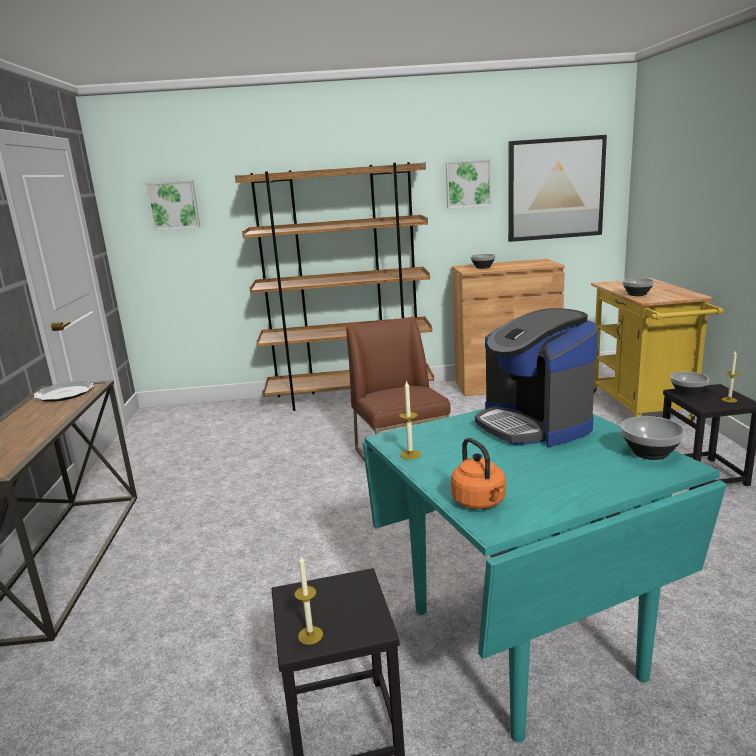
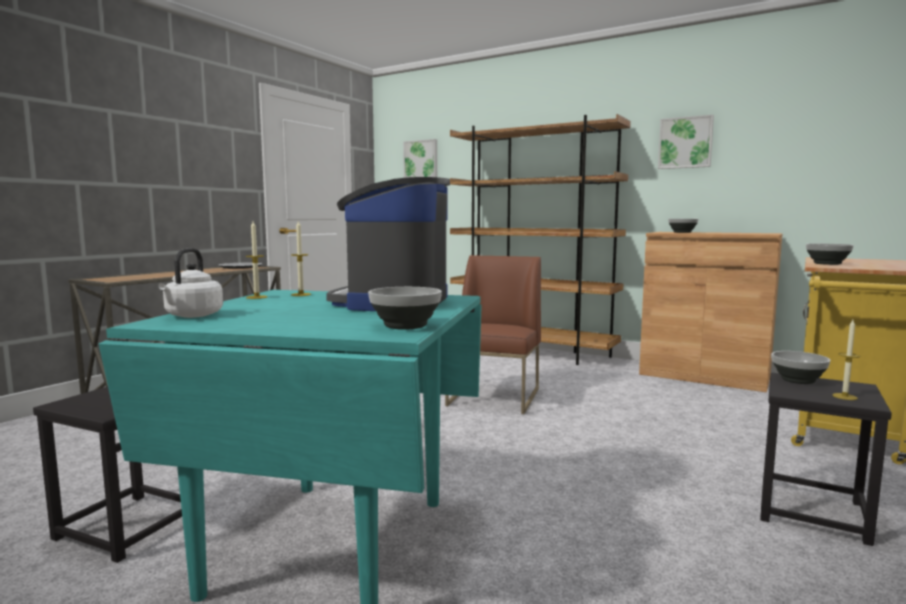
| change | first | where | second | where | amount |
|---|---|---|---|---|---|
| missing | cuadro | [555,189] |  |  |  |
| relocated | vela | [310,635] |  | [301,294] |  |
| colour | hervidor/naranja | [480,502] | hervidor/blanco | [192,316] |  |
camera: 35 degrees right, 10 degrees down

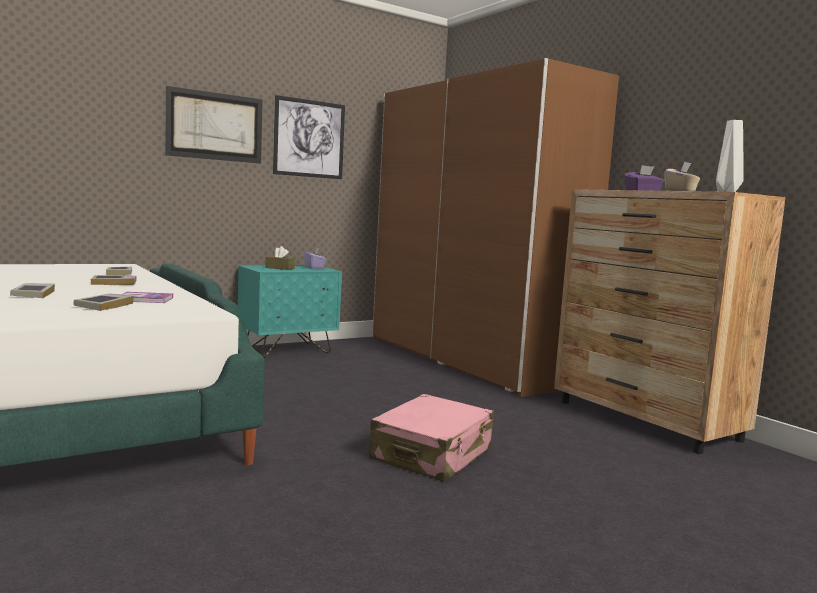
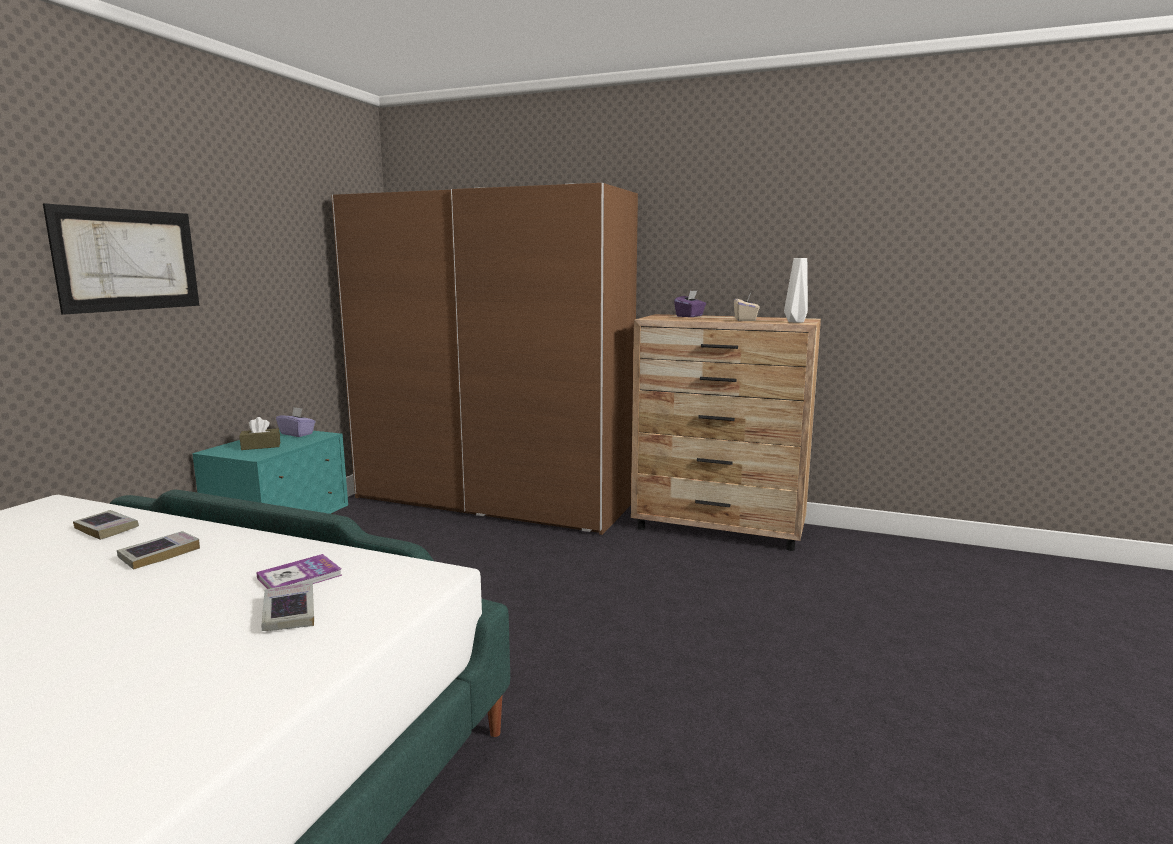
| change | first | where | second | where | amount |
|---|---|---|---|---|---|
| missing | libro | [33,294] |  |  |  |
| missing | cuadro | [309,138] |  |  |  |
| missing | maleta/rosa | [432,455] |  |  |  |
camera: 35 degrees left, 5 degrees up

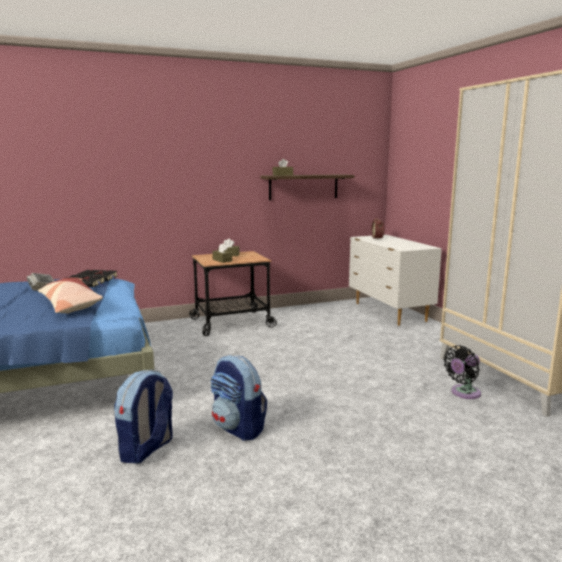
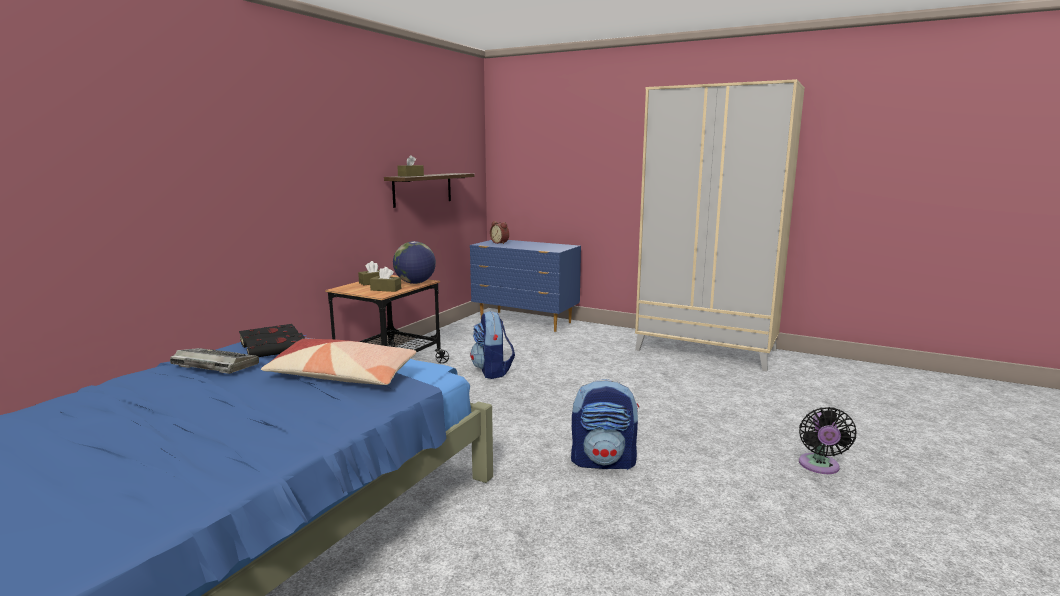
| change | first | where | second | where | amount |
|---|---|---|---|---|---|
| appeared |  |  | globo terráqueo | [415,283] |  |
| relocated | mochila | [147,449] |  | [492,371] |  |
| relocated | ventilador/negro | [463,393] |  | [819,467] |  |
| colour | cómoda/blanco | [389,312] | cómoda/azul | [525,322] |  |
camera: 40 degrees left, 0 degrees up

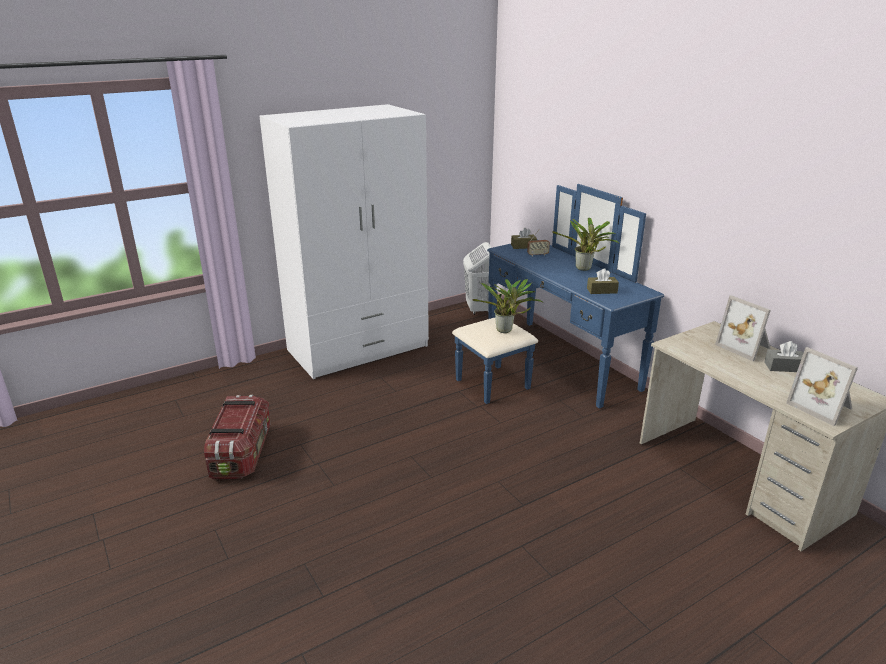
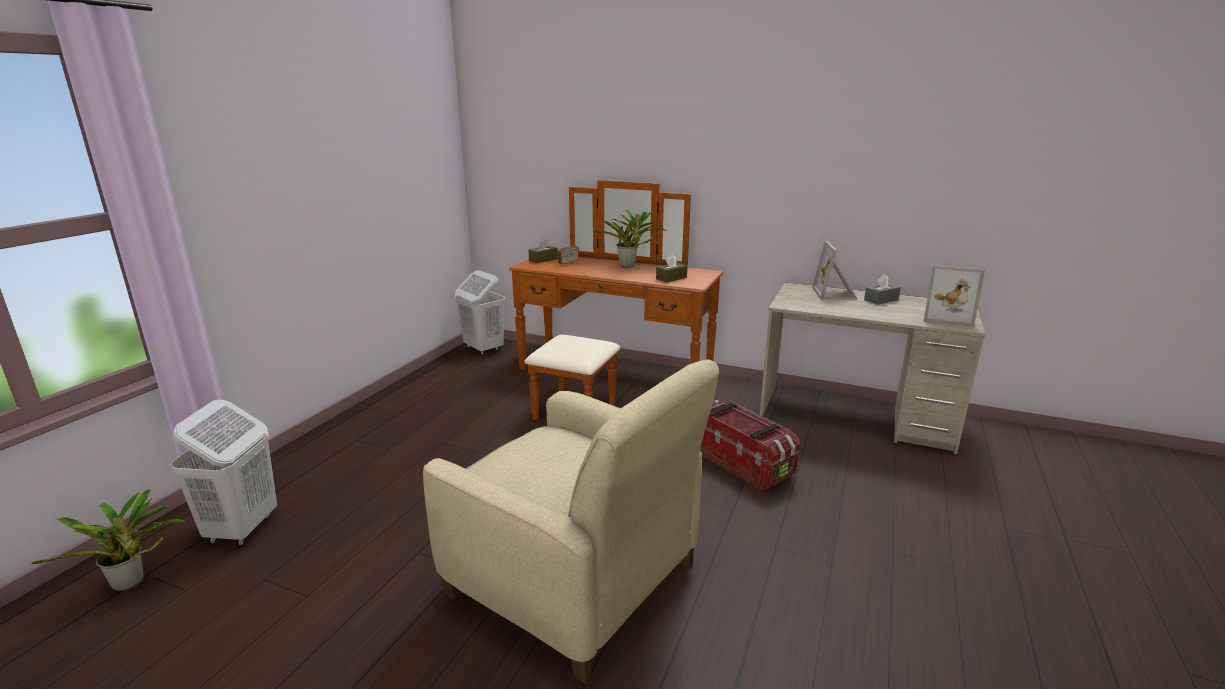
| change | first | where | second | where | amount |
|---|---|---|---|---|---|
| missing | armario ropero/blanco | [359,348] |  |  |  |
| appeared |  |  | cesto de la ropa/blanco | [241,529] |  |
| appeared |  |  | sillón/beis | [575,580] |  |
| relocated | caja de almacenaje | [242,452] |  | [741,462] |  |
| relocated | planta en maceta | [506,331] |  | [132,583] |  |
| colour | cómoda/azul | [546,366] | cómoda/marrón | [607,380] |  |
| spun | portarretratos | [745,347] |  | [835,294] | 75 degrees clockwise |
camera: 35 degrees left, 5 degrees down

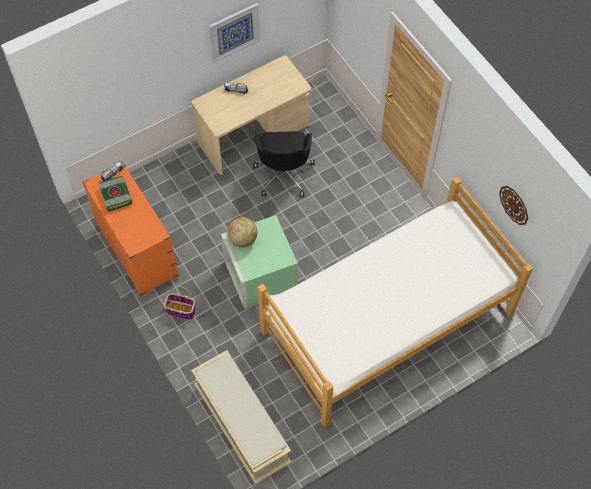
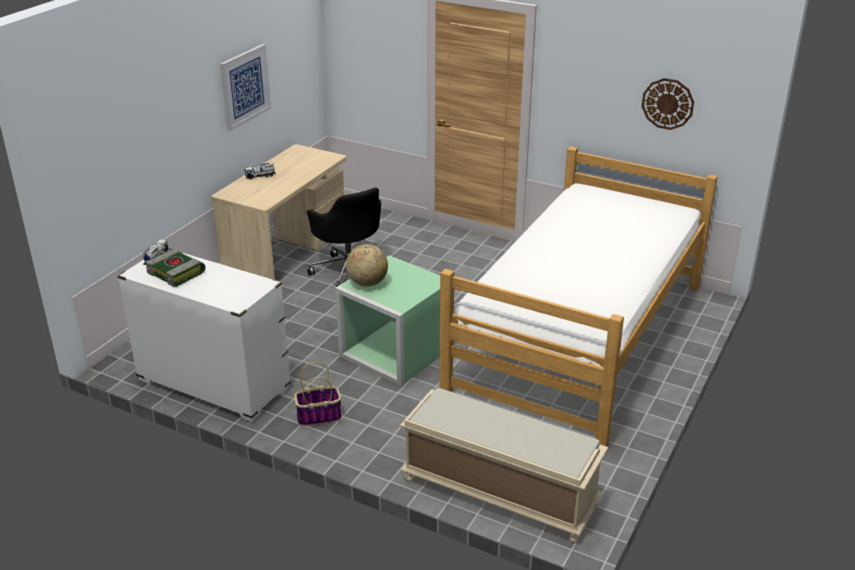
| change | first | where | second | where | amount |
|---|---|---|---|---|---|
| colour | cómoda/naranja | [137,251] | cómoda/blanco | [213,385] |  |
camera: 30 degrees left, 30 degrees down

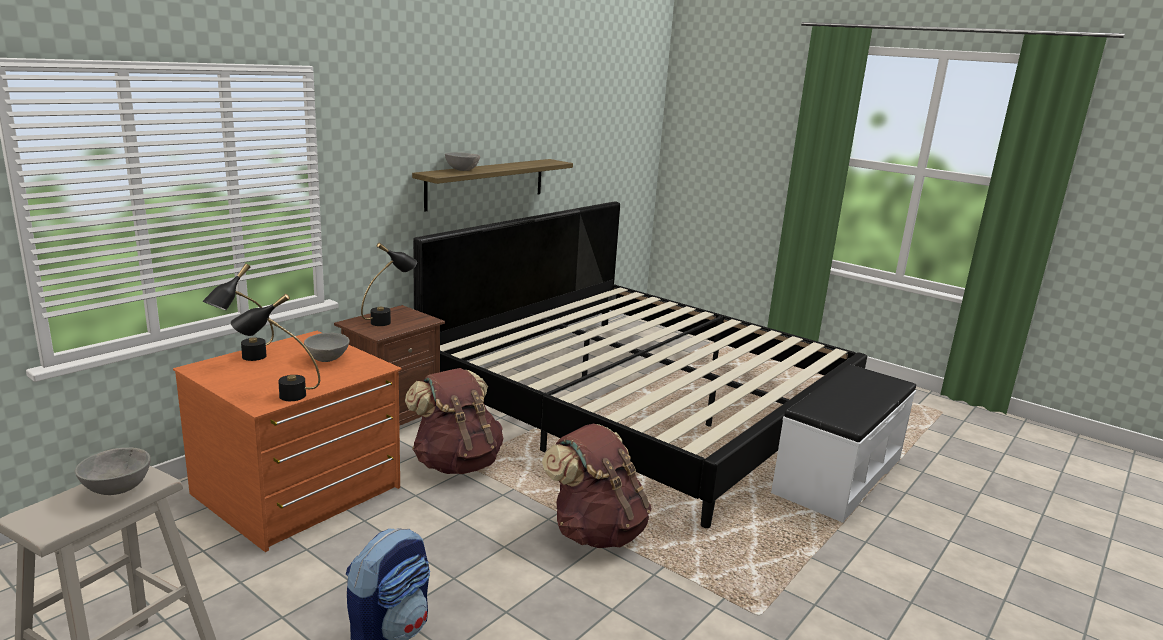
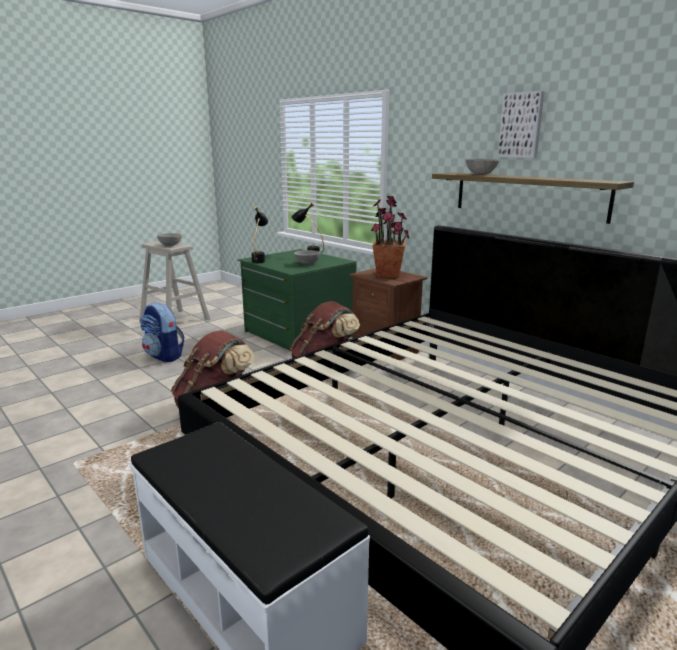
| change | first | where | second | where | amount |
|---|---|---|---|---|---|
| appeared |  |  | cuadro | [521,125] |  |
| exchanged | lámpara de mesa/negro | [389,321] | planta en maceta | [388,275] |  |
| colour | cómoda/naranja | [299,492] | cómoda/verde | [298,334] |  |
camera: 100 degrees right, 0 degrees up

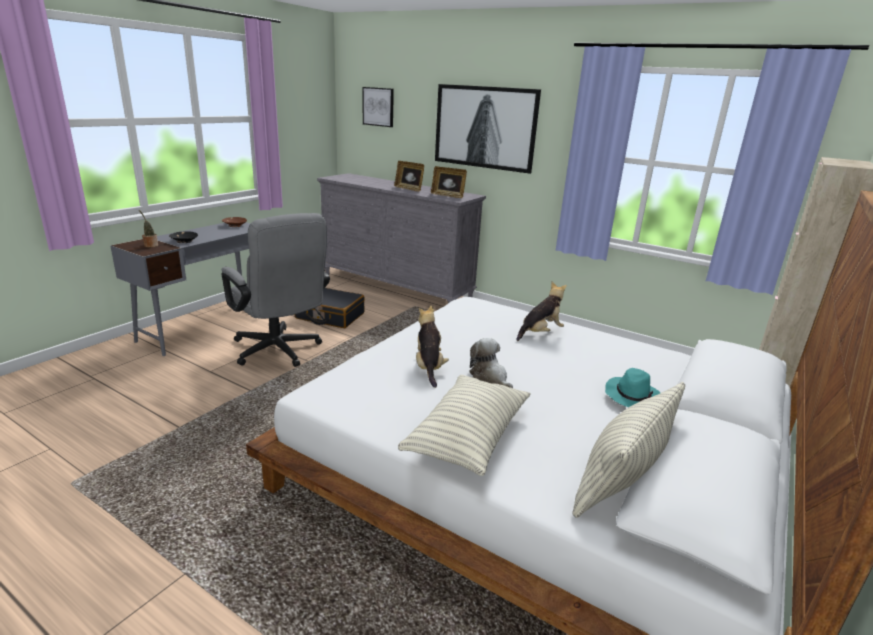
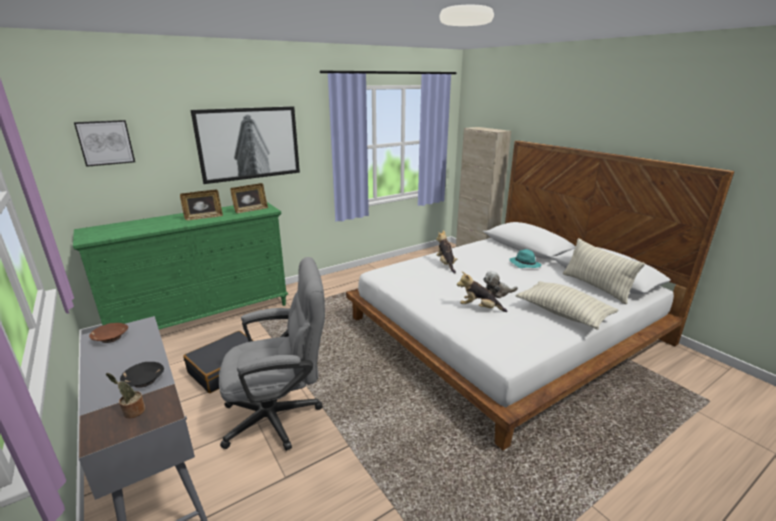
| change | first | where | second | where | amount |
|---|---|---|---|---|---|
| colour | cómoda/gris | [396,288] | cómoda/verde | [204,318] |  |
camera: 65 degrees left, 0 degrees up

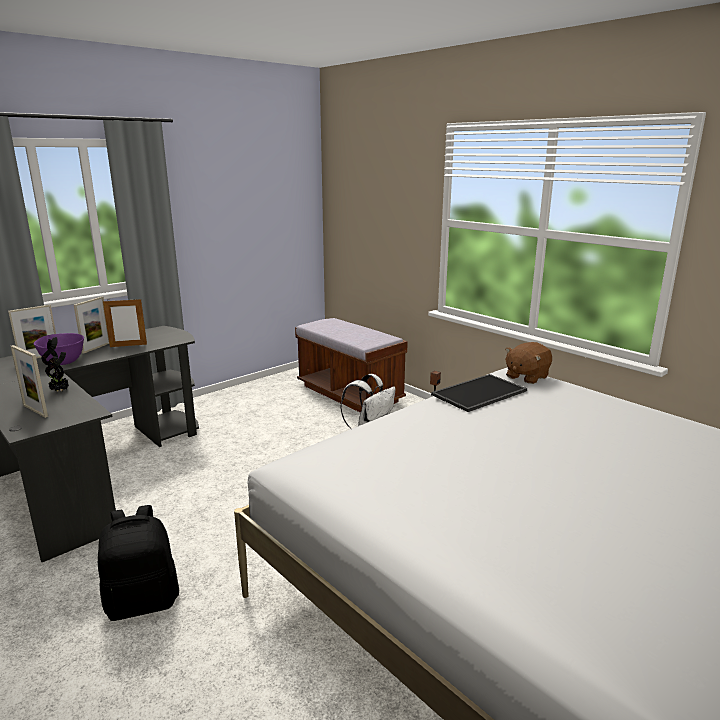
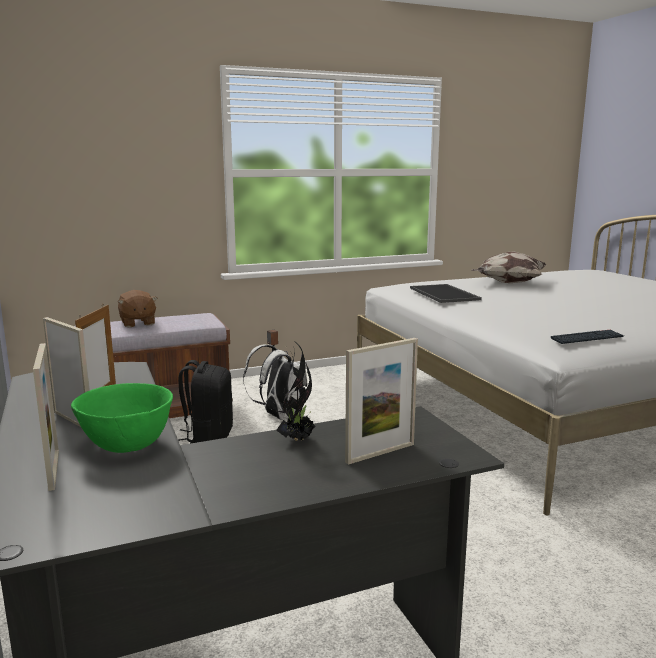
| change | first | where | second | where | amount |
|---|---|---|---|---|---|
| appeared |  |  | cojín | [508,283] |  |
| appeared |  |  | teclado | [587,338] |  |
| relocated | mochila/negro | [143,602] |  | [208,438] |  |
| relocated | peluche/marrón | [526,377] |  | [137,323] |  |
| colour | cuenco/morado | [63,362] | cuenco/verde | [126,445] |  |
camera: 70 degrees left, 5 degrees down

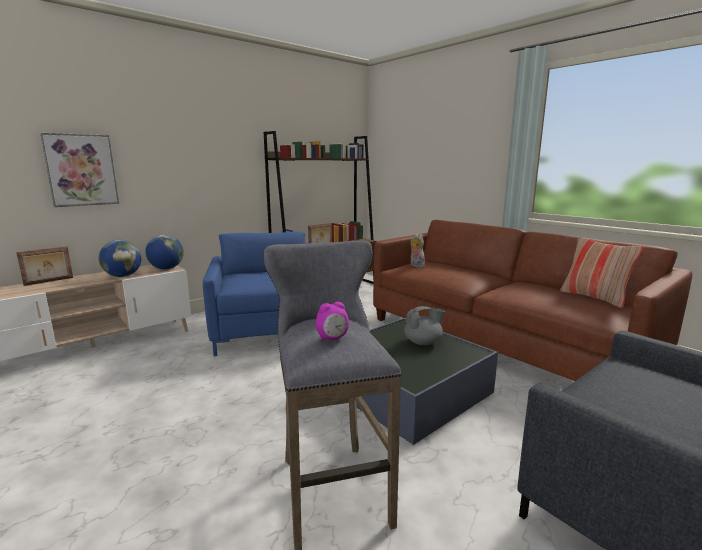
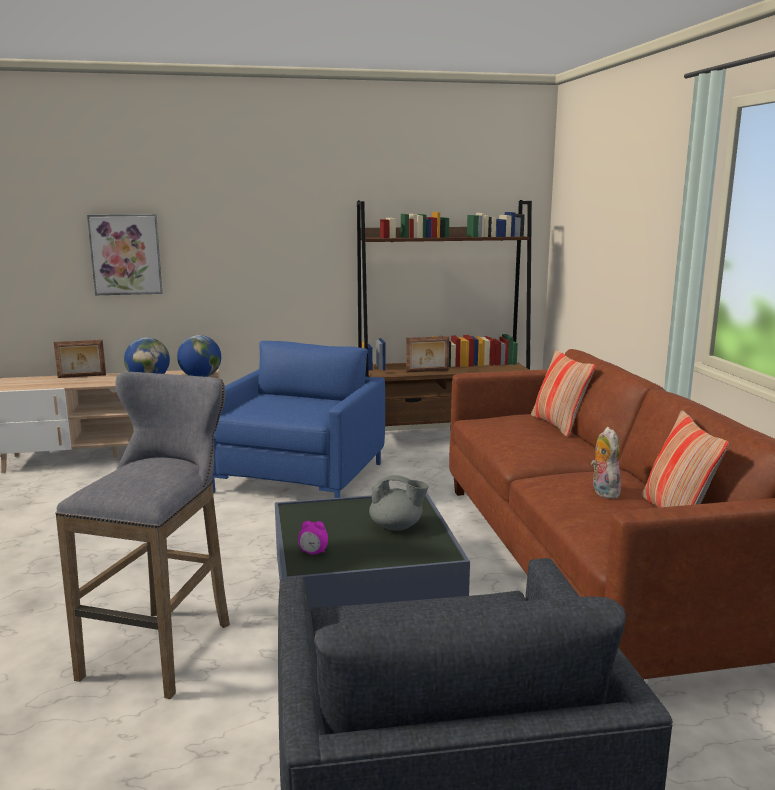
| change | first | where | second | where | amount |
|---|---|---|---|---|---|
| appeared |  |  | cojín | [558,425] |  |
| relocated | despertador | [332,338] |  | [313,553] |  |
| relocated | peluche | [416,265] |  | [603,492] |  |
camera: 30 degrees right, 0 degrees up

